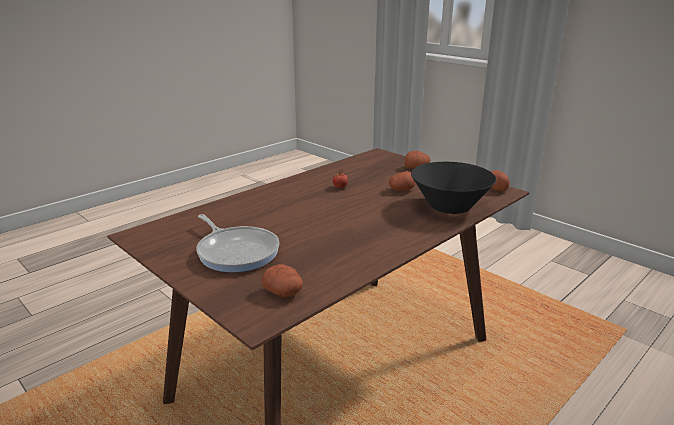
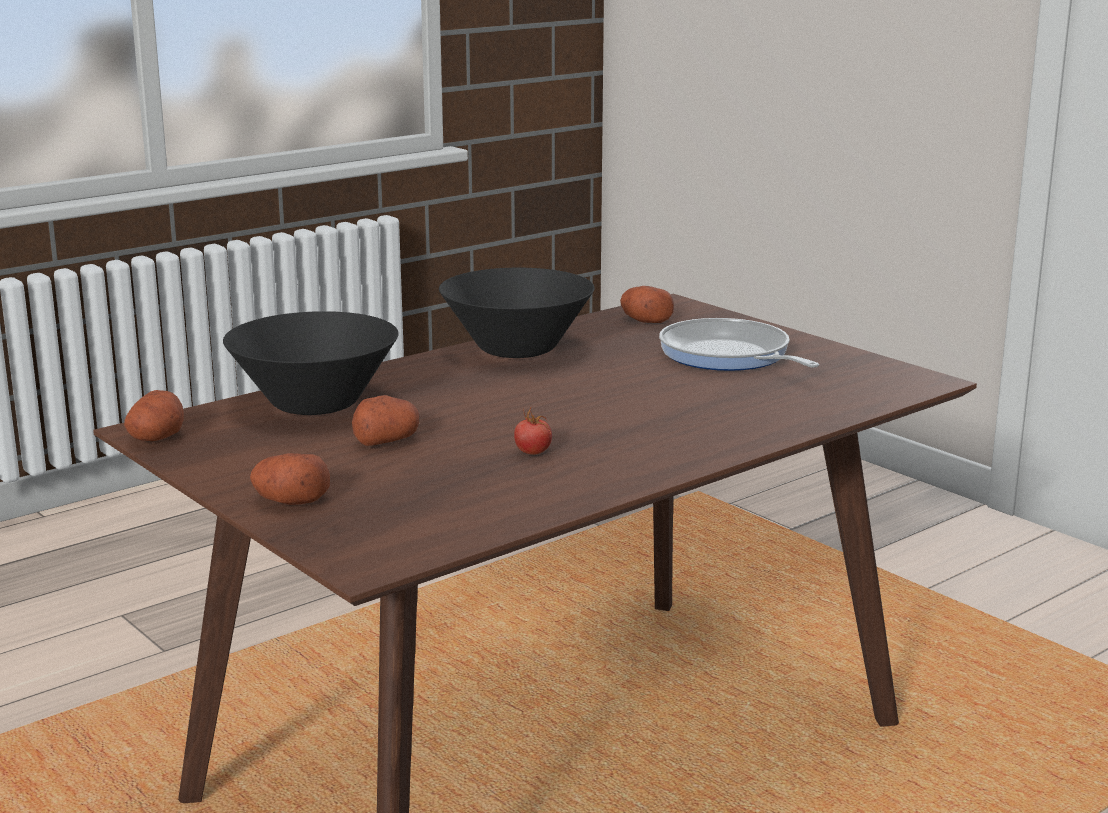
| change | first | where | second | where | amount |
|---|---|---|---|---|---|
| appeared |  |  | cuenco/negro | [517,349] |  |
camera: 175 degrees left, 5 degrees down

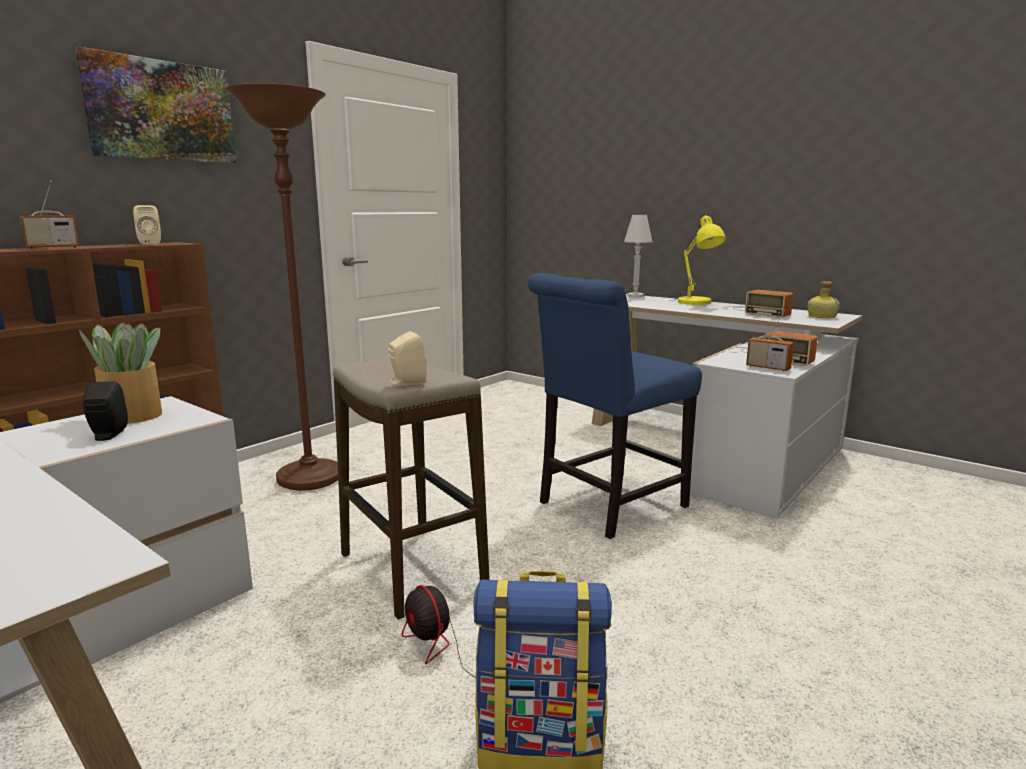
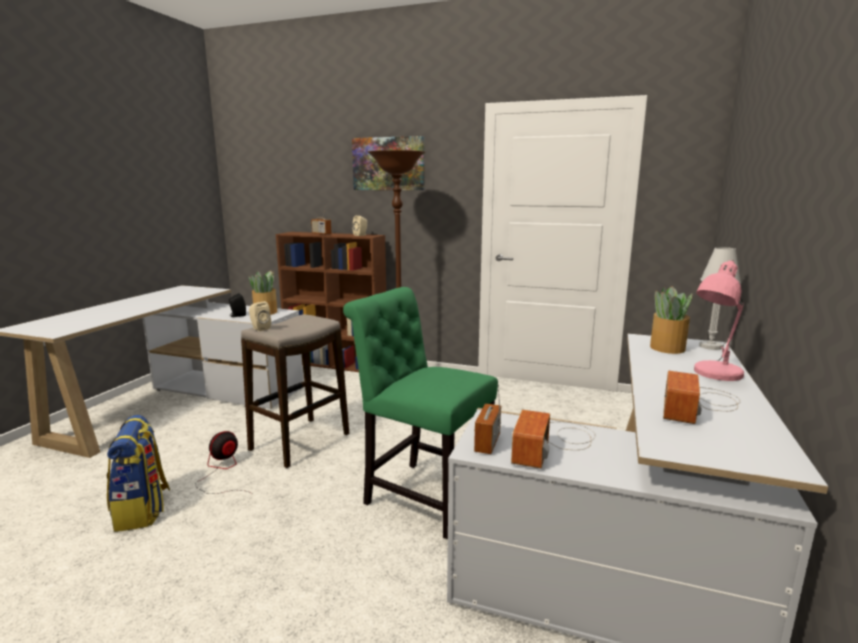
| change | first | where | second | where | amount |
|---|---|---|---|---|---|
| missing | botella | [821,316] |  |  |  |
| appeared |  |  | planta en maceta | [667,348] |  |
| colour | silla/azul | [606,506] | silla/verde | [422,495] |  |
| colour | lámpara de mesa/amarillo | [696,303] | lámpara de mesa/rosa | [714,374] |  |
camera: 70 degrees right, 0 degrees up

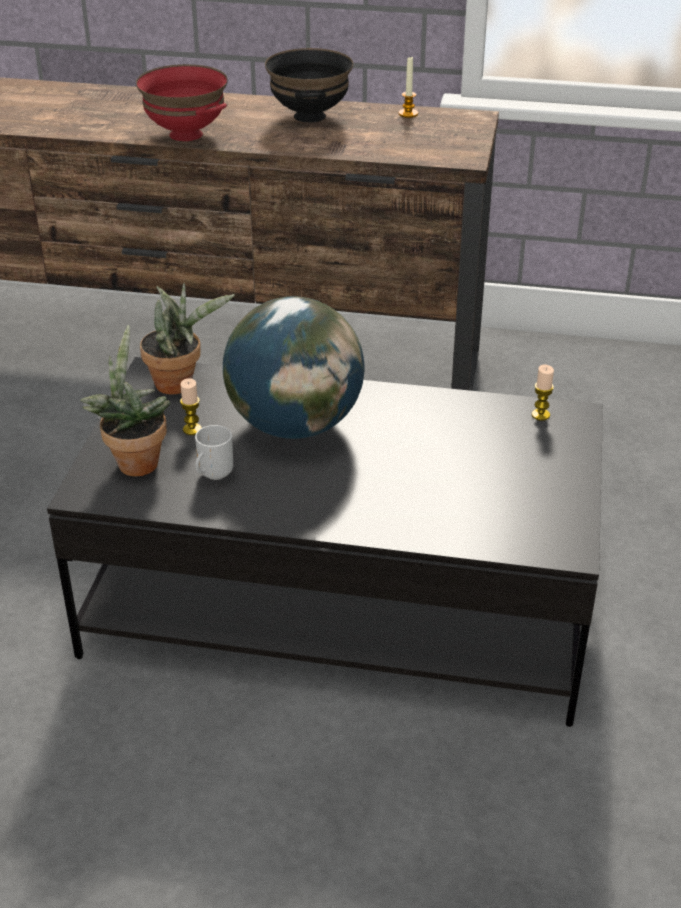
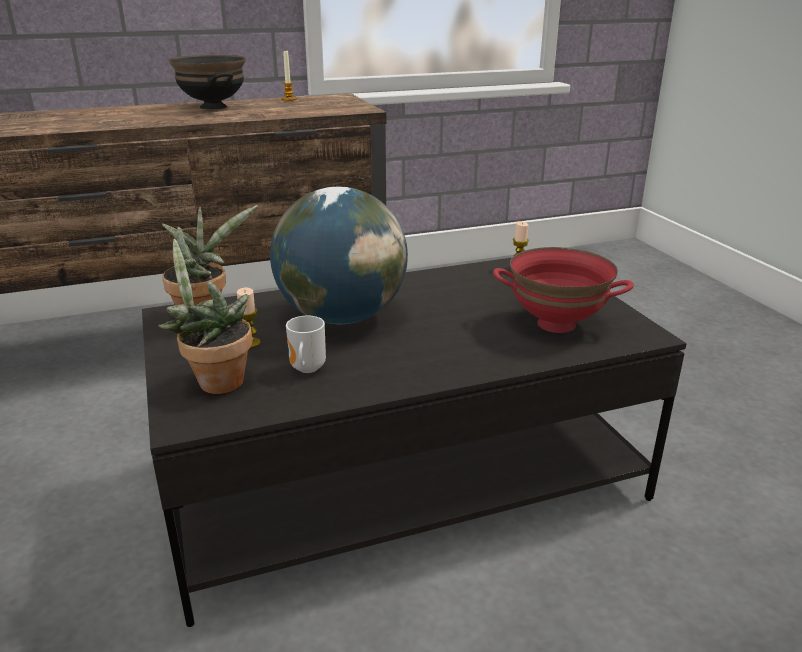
| change | first | where | second | where | amount |
|---|---|---|---|---|---|
| relocated | cuenco/rojo | [187,134] |  | [556,324] |  |
camera: 30 degrees left, 10 degrees down

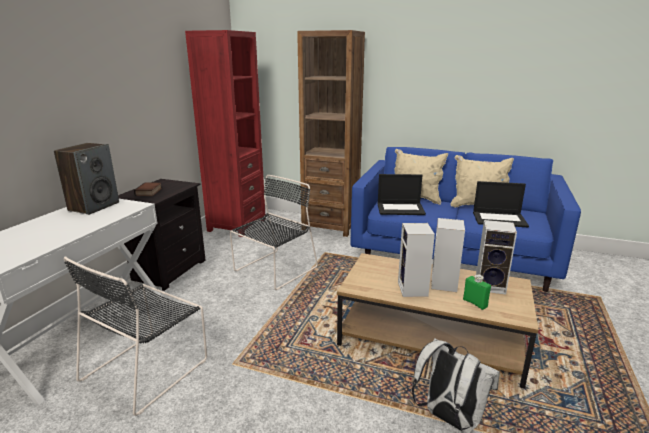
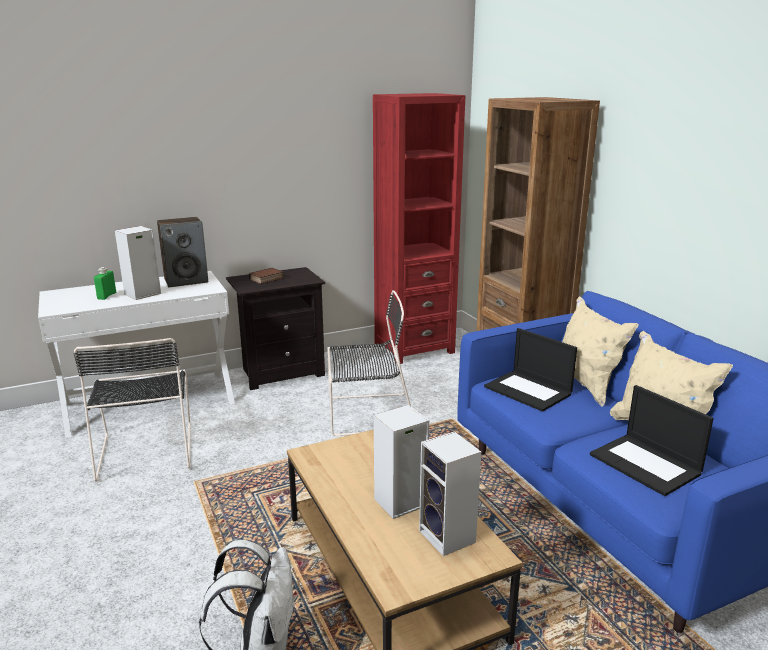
| change | first | where | second | where | amount |
|---|---|---|---|---|---|
| relocated | altavoz | [413,290] |  | [141,294] |  |
| relocated | botella/verde | [475,303] |  | [107,296] |  |
| spun | silla/negro | [148,367] |  | [146,449] | 90 degrees counterclockwise |
camera: 45 degrees right, 0 degrees up

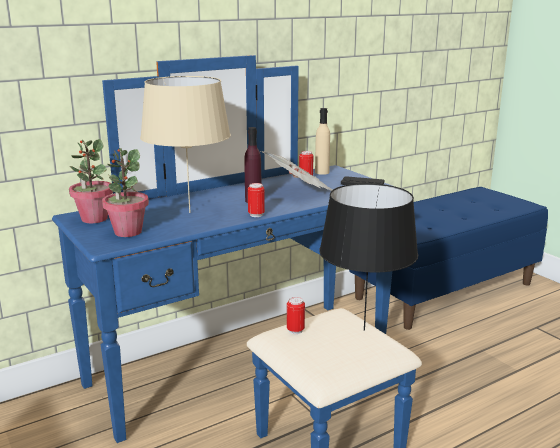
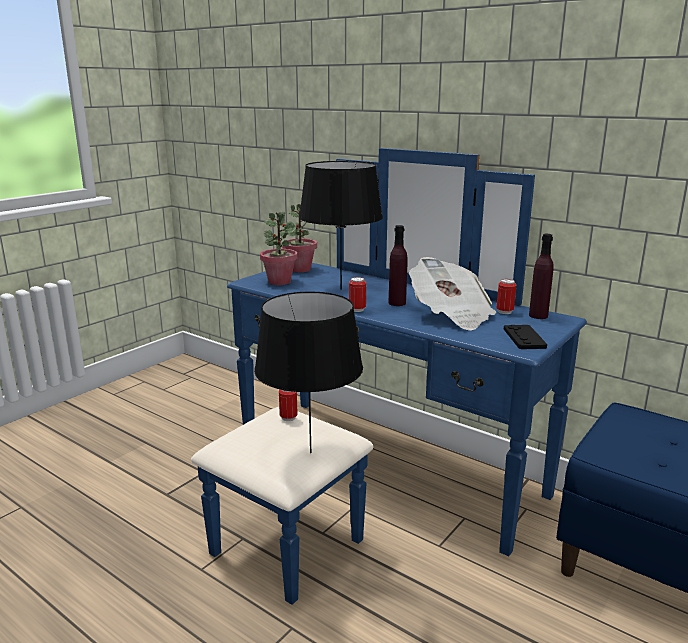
| change | first | where | second | where | amount |
|---|---|---|---|---|---|
| colour | lámpara de mesa/beis | [190,212] | lámpara de mesa/negro | [341,289] |  |
| colour | botella/beis | [322,172] | botella/morado | [538,315] |  |
camera: 70 degrees right, 0 degrees up

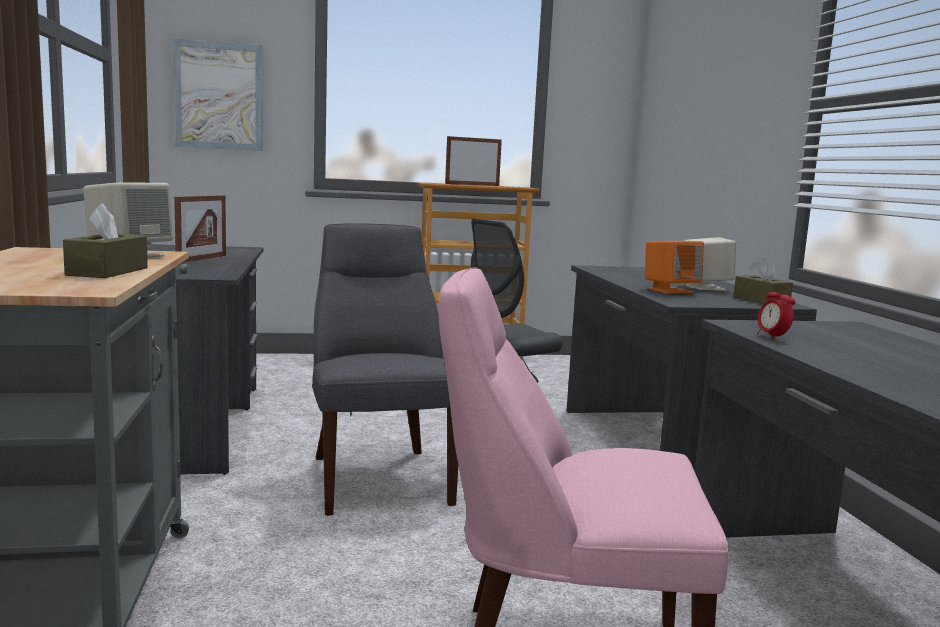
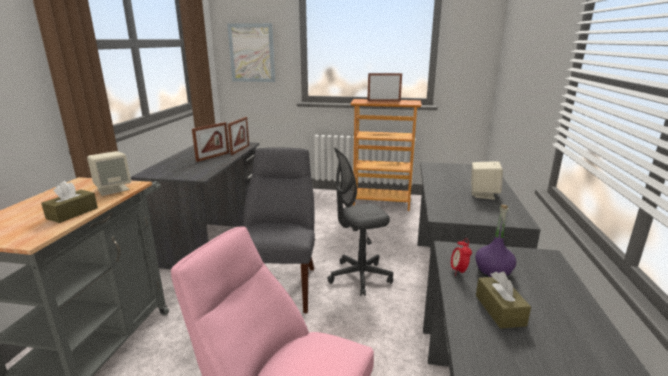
| change | first | where | second | where | amount |
|---|---|---|---|---|---|
| missing | altavoz/naranja | [670,290] |  |  |  |
| appeared |  |  | portarretratos | [240,150] |  |
| appeared |  |  | botella/morado | [493,271] |  |
| relocated | caja de pañuelos/marrón | [761,300] |  | [499,310] |  |
camera: 20 degrees right, 10 degrees up

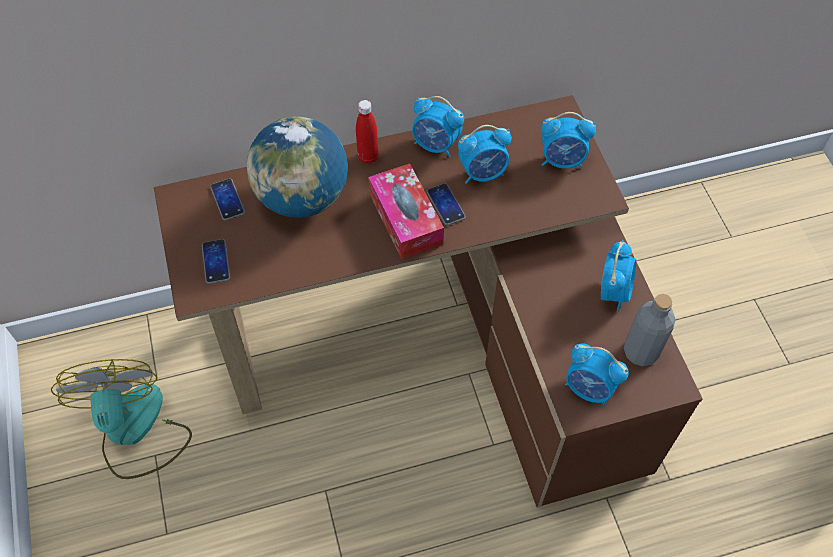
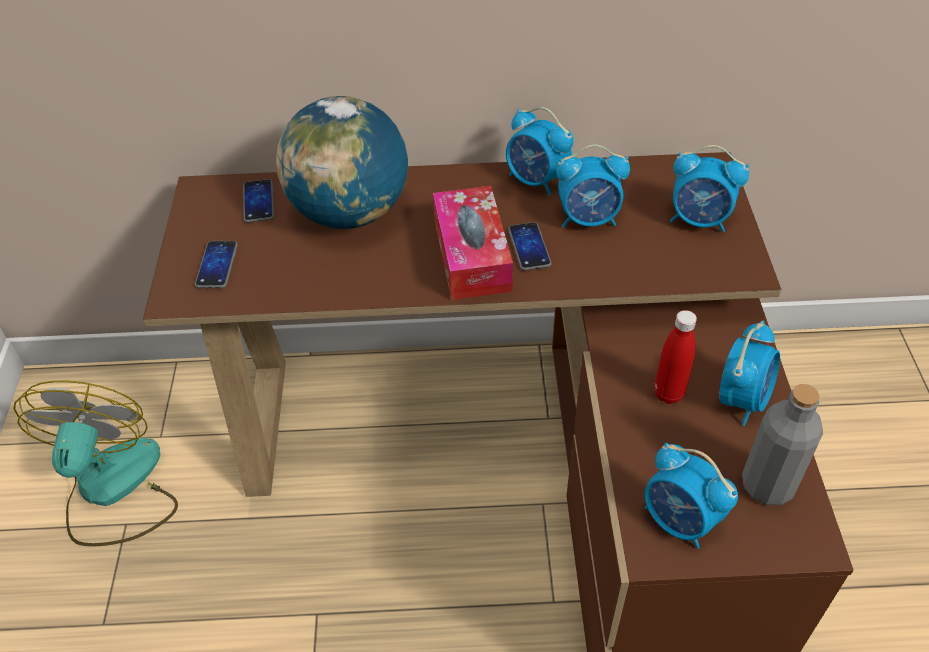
| change | first | where | second | where | amount |
|---|---|---|---|---|---|
| relocated | botella/rojo | [368,157] |  | [668,394] |  |
camera: 15 degrees right, 10 degrees down

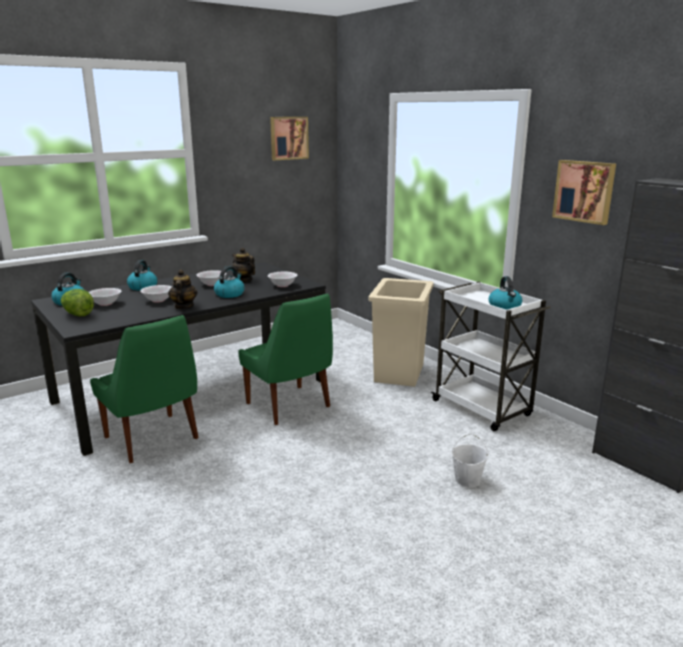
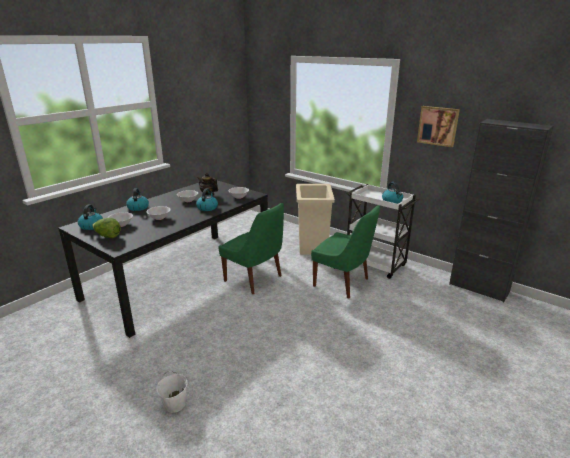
| change | first | where | second | where | amount |
|---|---|---|---|---|---|
| missing | tetera | [183,306] |  |  |  |
| missing | cuadro | [288,138] |  |  |  |
| relocated | silla/verde | [153,439] |  | [343,283] |  |
| relocated | cubo/blanco | [467,480] |  | [175,404] |  |
camera: 15 degrees left, 5 degrees up

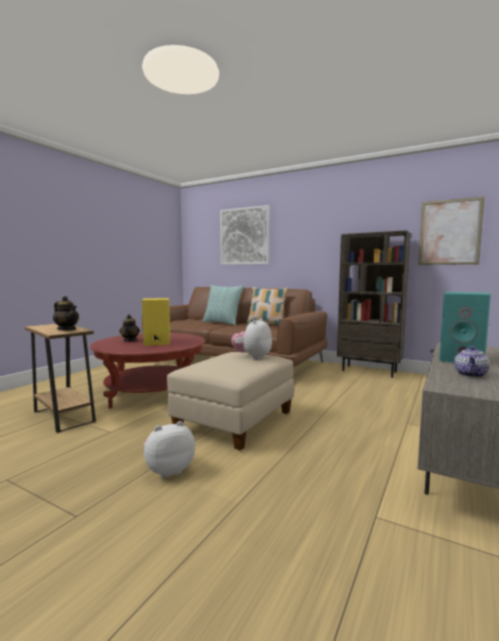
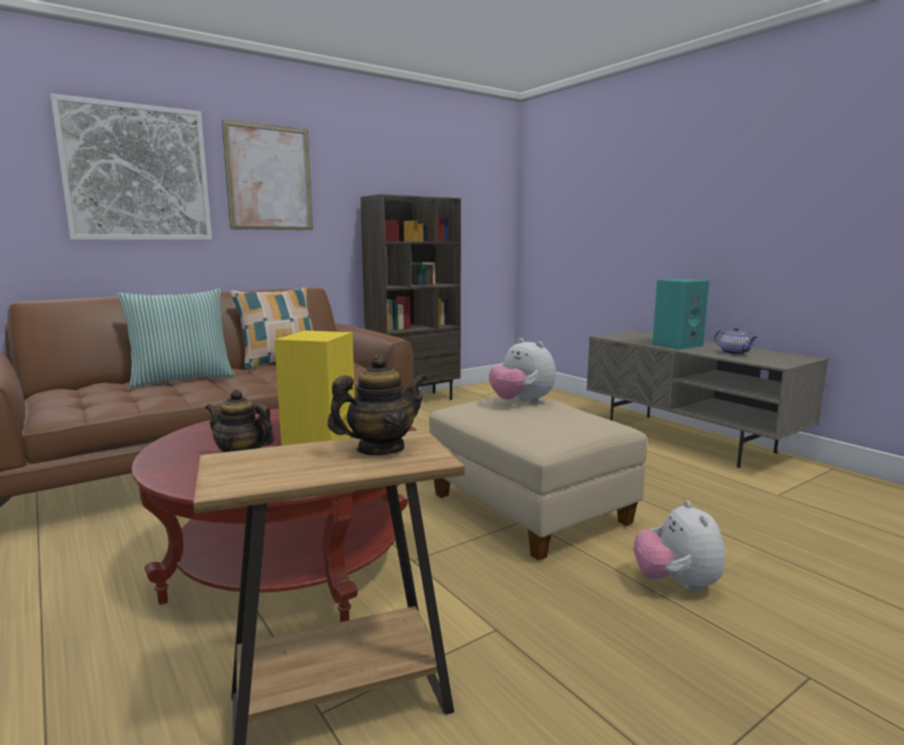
| change | first | where | second | where | amount |
|---|---|---|---|---|---|
| relocated | cuadro | [449,232] |  | [269,178] |  |
camera: 65 degrees left, 5 degrees up

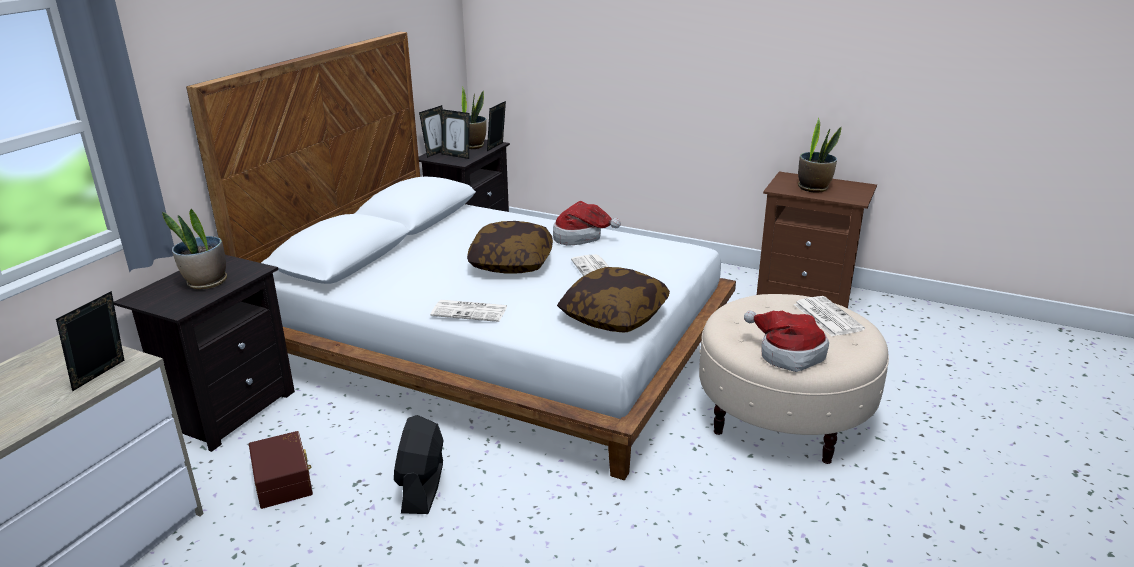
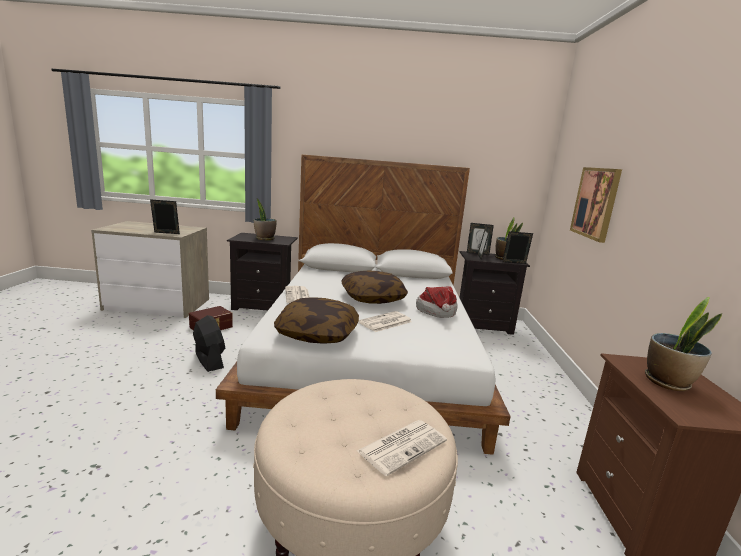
| change | first | where | second | where | amount |
|---|---|---|---|---|---|
| missing | sombrero | [787,354] |  |  |  |
| appeared |  |  | cuadro | [595,203] |  |
| spun | ventilador/negro | [422,488] |  | [209,360] | 75 degrees clockwise |
camera: 65 degrees right, 10 degrees down

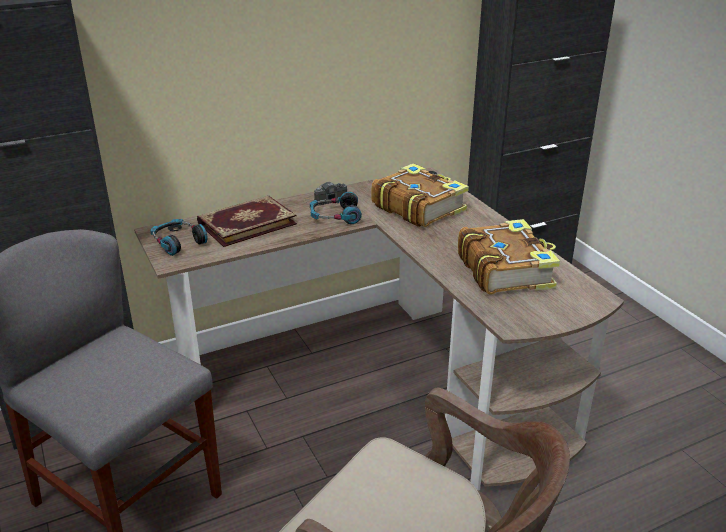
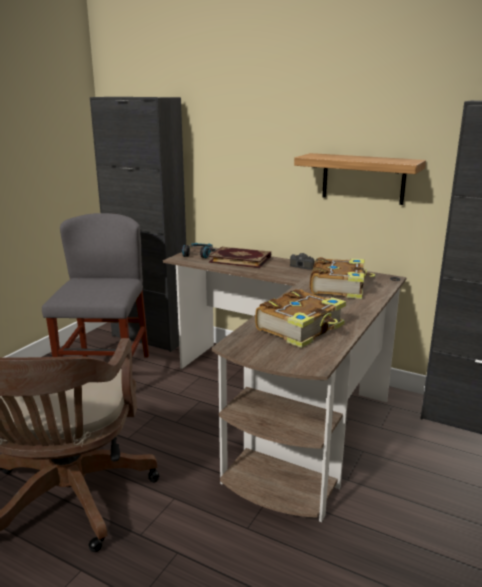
| change | first | where | second | where | amount |
|---|---|---|---|---|---|
| missing | auriculares | [335,216] |  |  |  |
| appeared |  |  | estante | [363,178] |  |
camera: 55 degrees right, 10 degrees down

